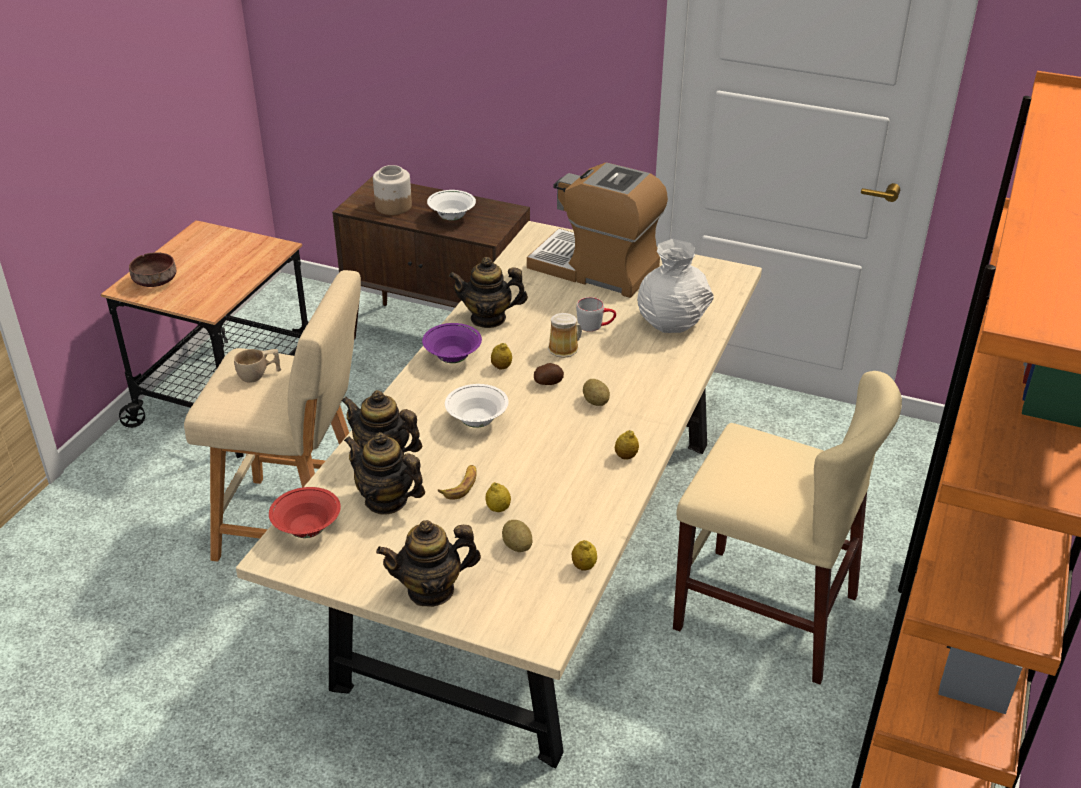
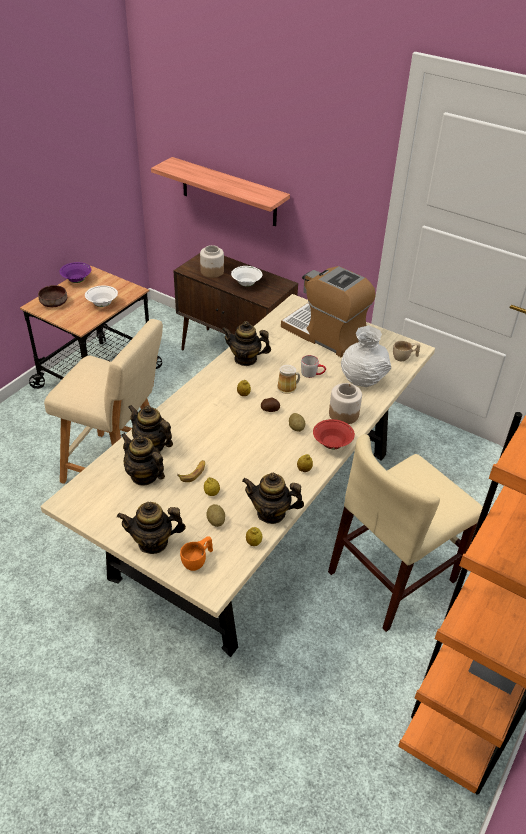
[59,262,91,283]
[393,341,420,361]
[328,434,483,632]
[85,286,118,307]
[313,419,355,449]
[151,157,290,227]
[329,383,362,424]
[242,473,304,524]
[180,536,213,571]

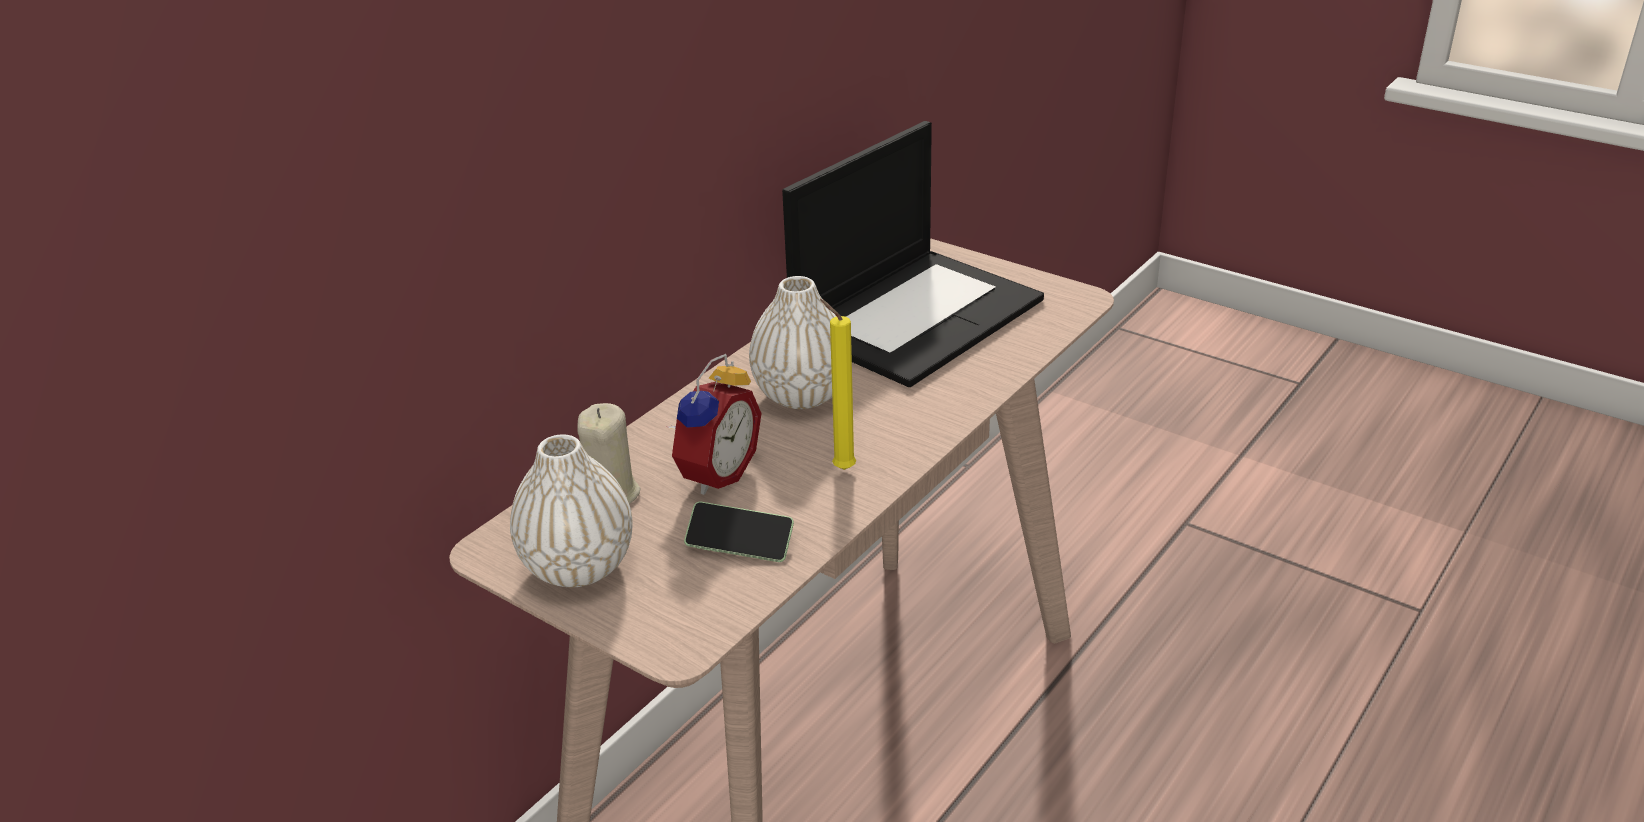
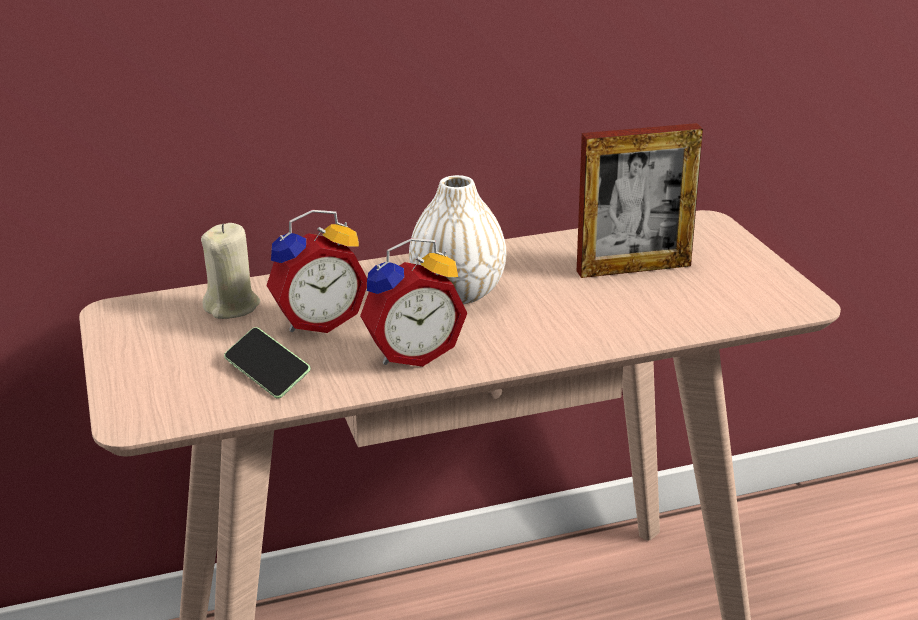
[577,123,703,278]
[360,238,467,367]
[510,434,632,587] (first image)

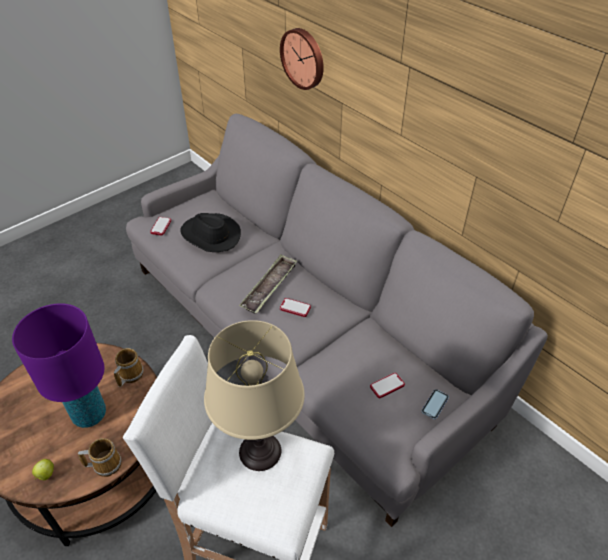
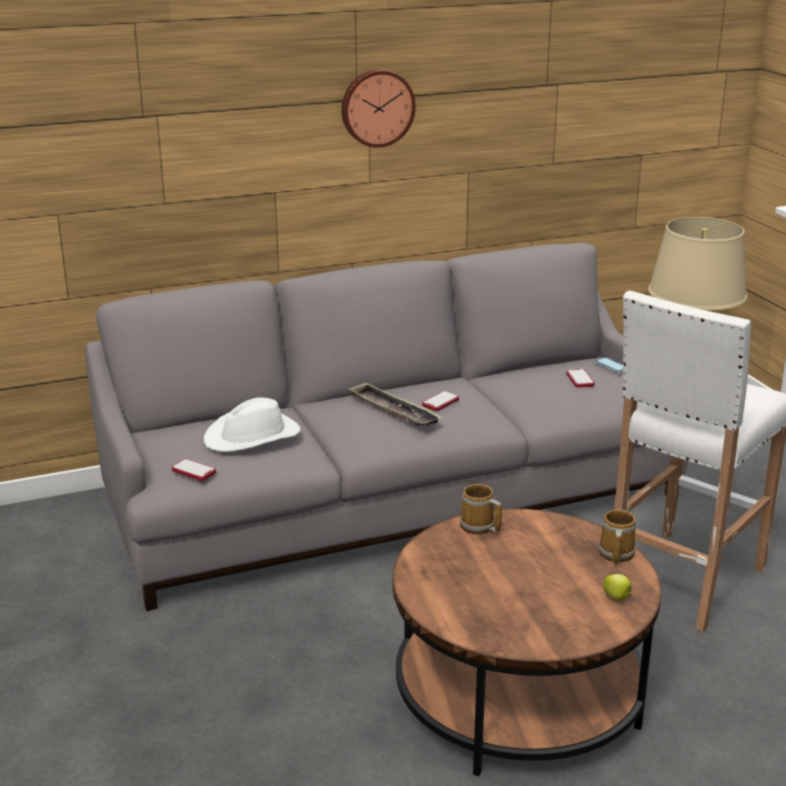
[341,69,416,148]
[204,398,301,452]
[12,303,106,428] (first image)

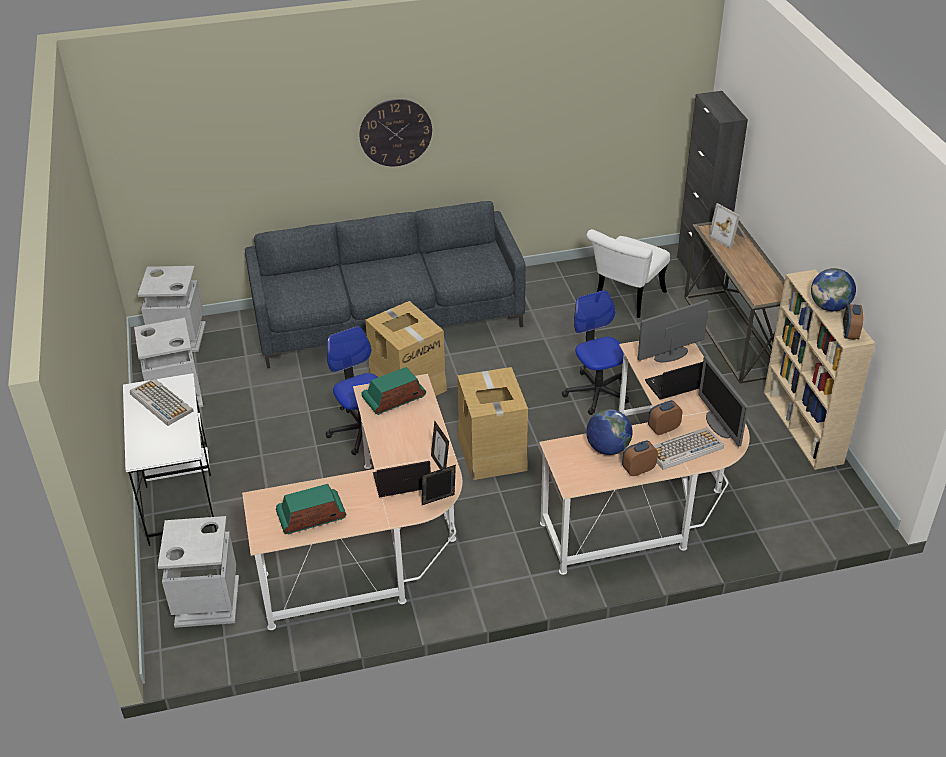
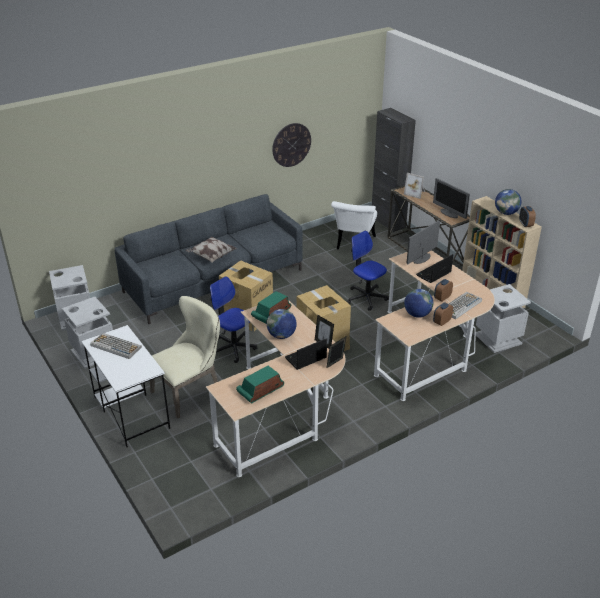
[272,123,311,167]
[433,178,470,219]
[475,284,531,353]
[186,237,237,263]
[150,296,220,419]
[267,309,297,339]

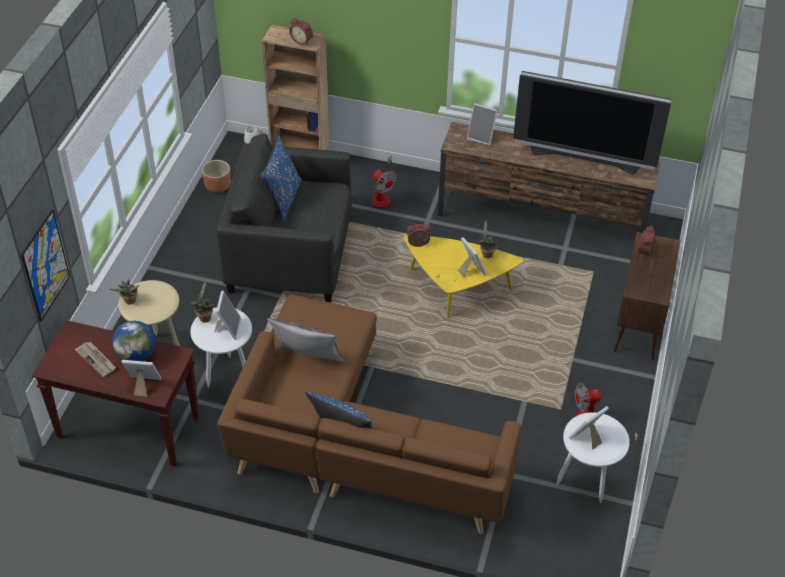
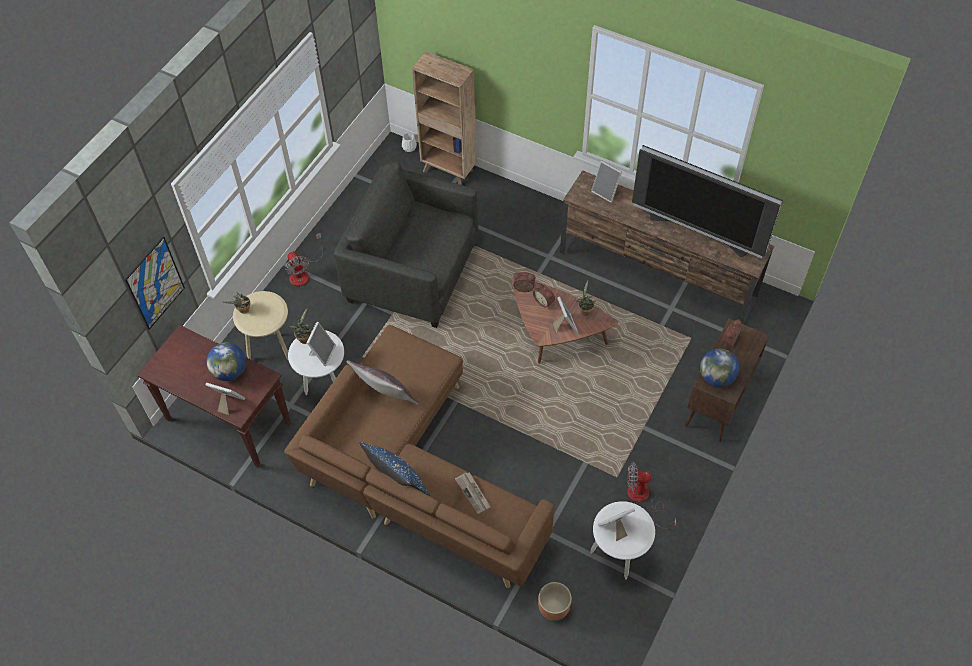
[533,283,555,308]
[260,135,302,221] (first image)
[285,233,323,287]
[538,582,572,621]
[512,278,618,364]
[455,472,491,514]
[700,349,739,387]

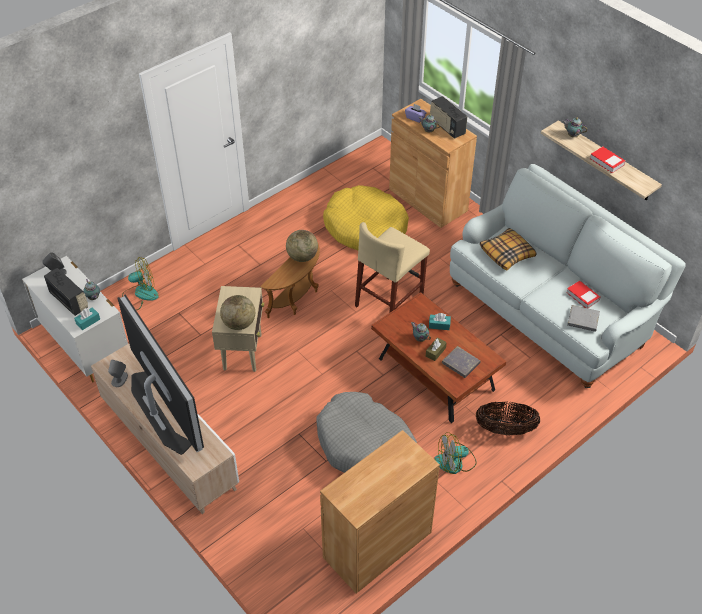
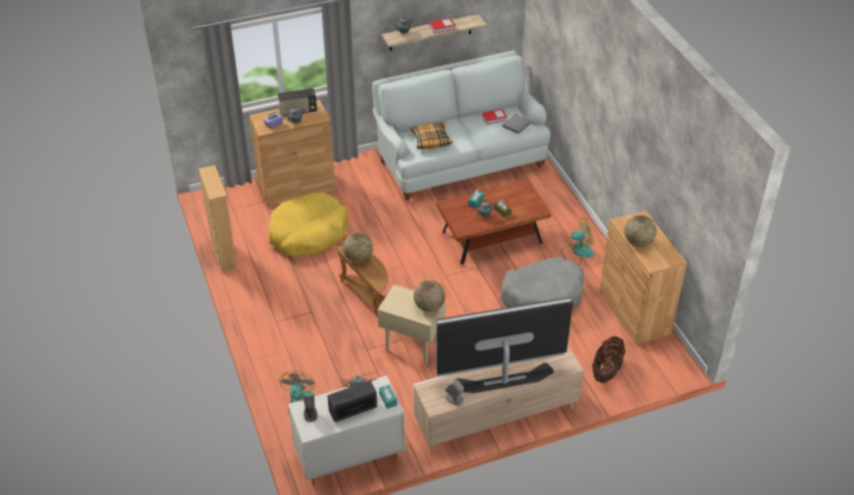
[355,222,430,313] (first image)
[442,346,480,378] (first image)
[592,336,625,383]
[561,218,595,265]
[198,165,239,273]
[624,215,657,247]

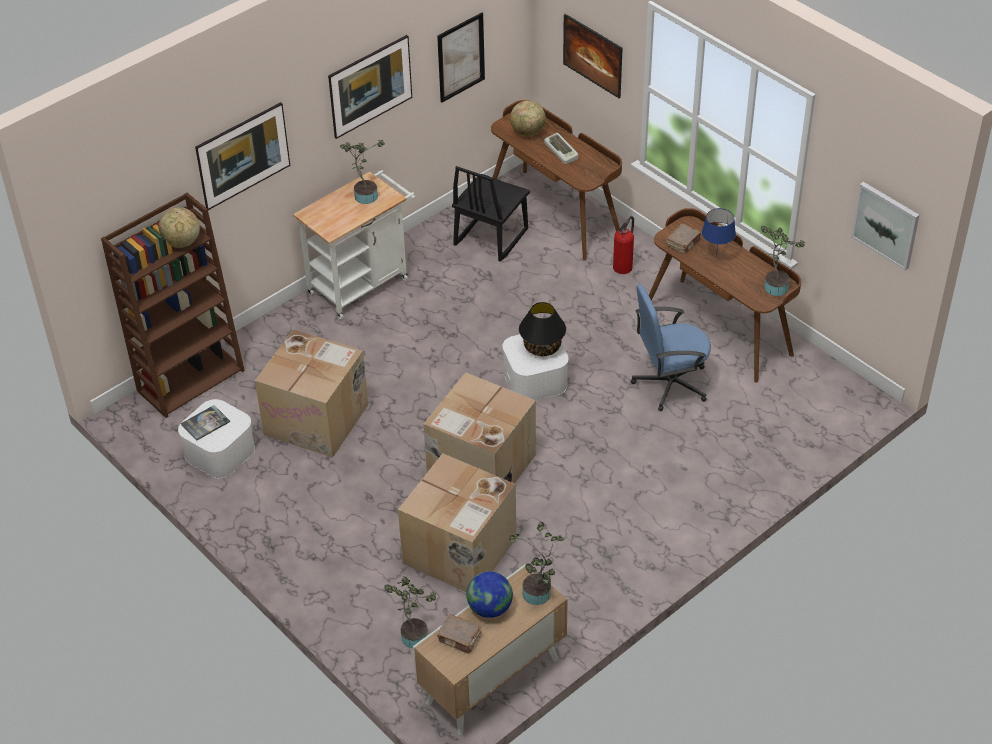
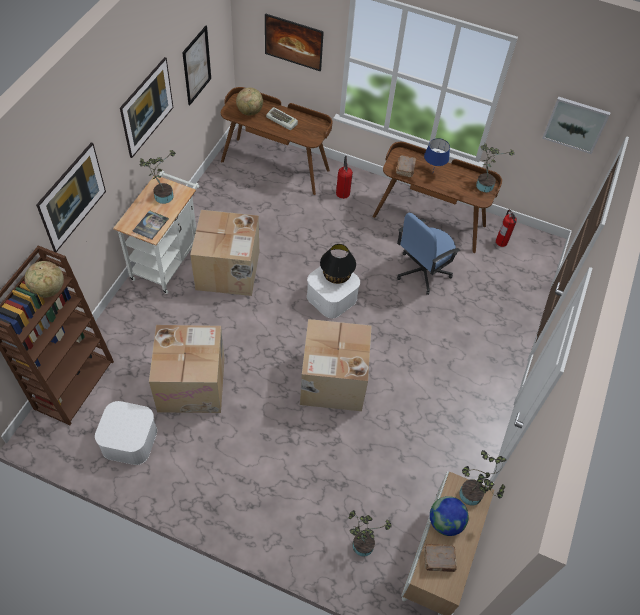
[452,166,530,262] (first image)
[133,210,169,240]
[190,210,259,296]
[496,210,517,247]

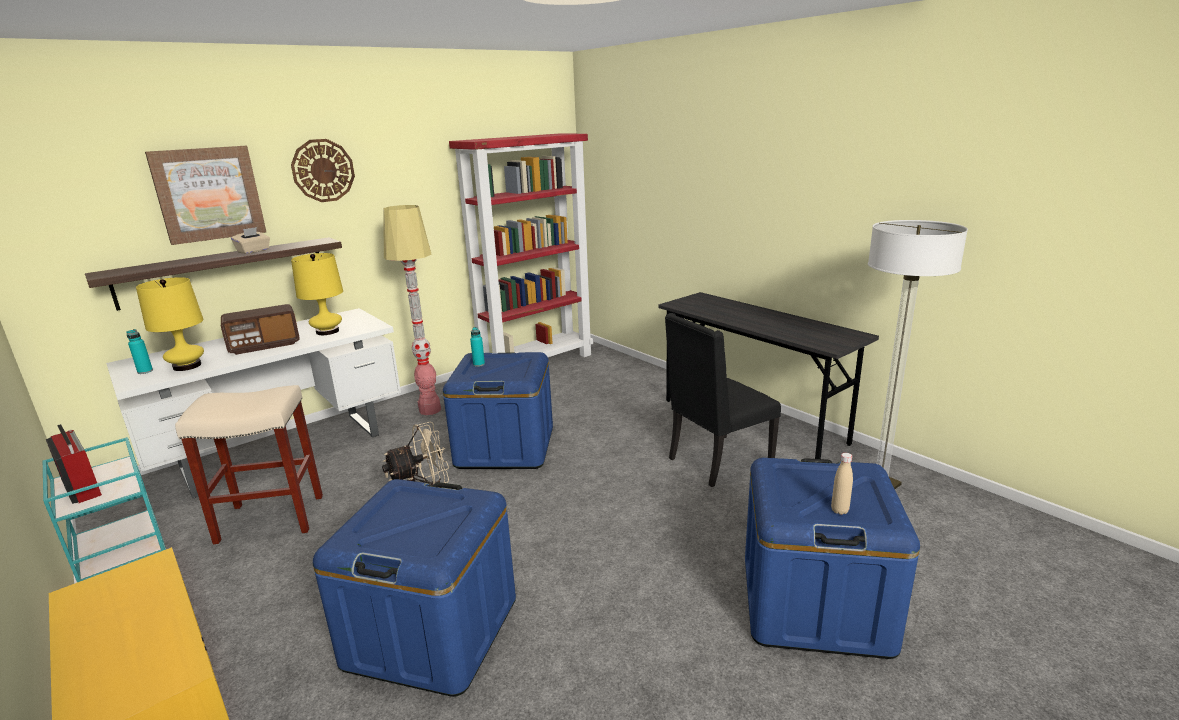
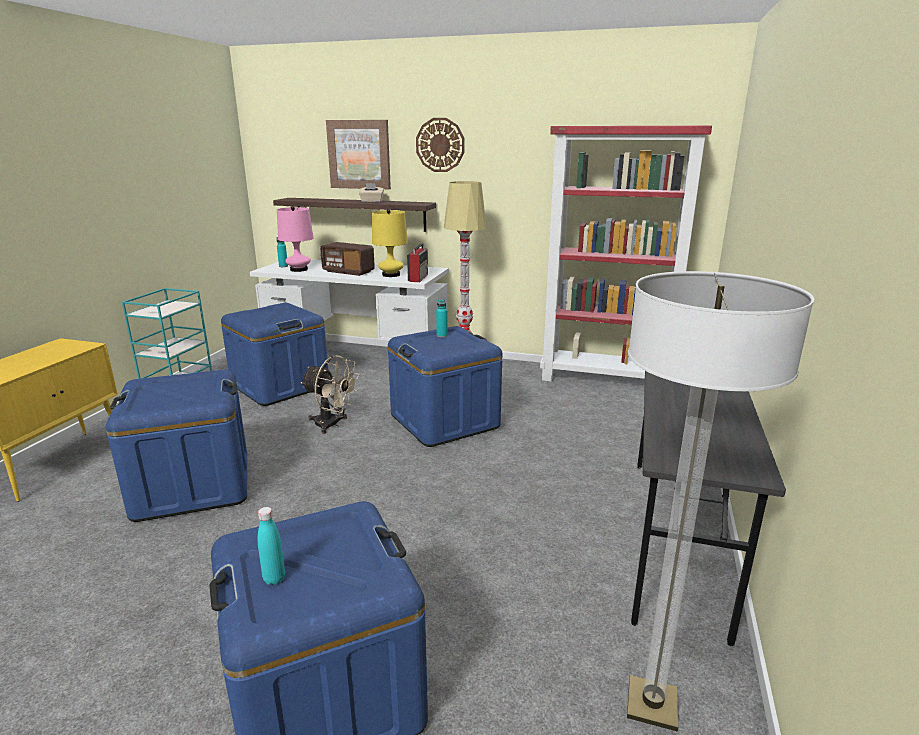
[277,206,313,272]
[665,313,781,487] (first image)
[221,303,328,406]
[407,243,428,282]
[258,507,285,585]

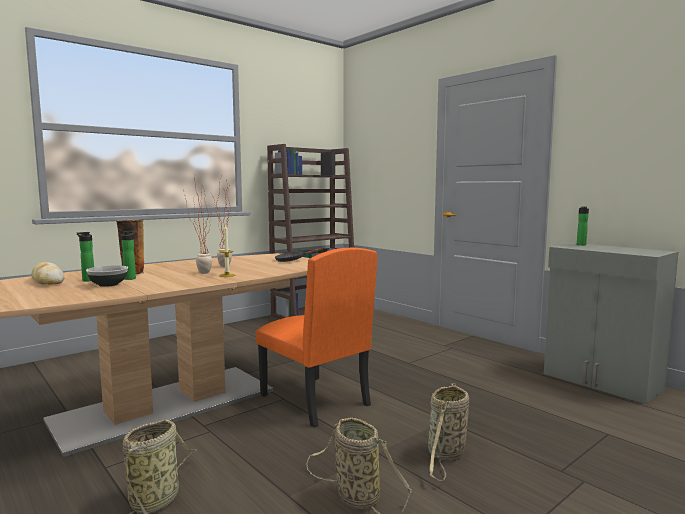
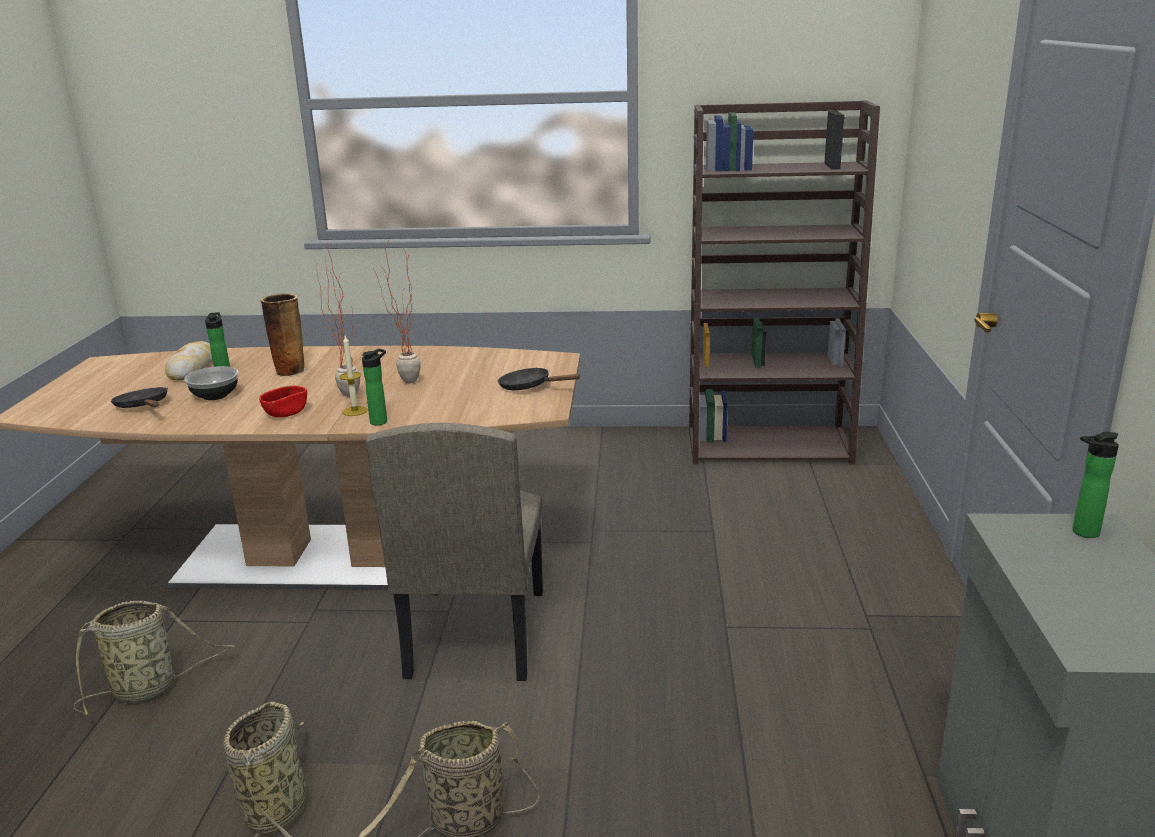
[362,349,387,426]
[366,423,543,681]
[259,385,307,417]
[111,387,168,408]

